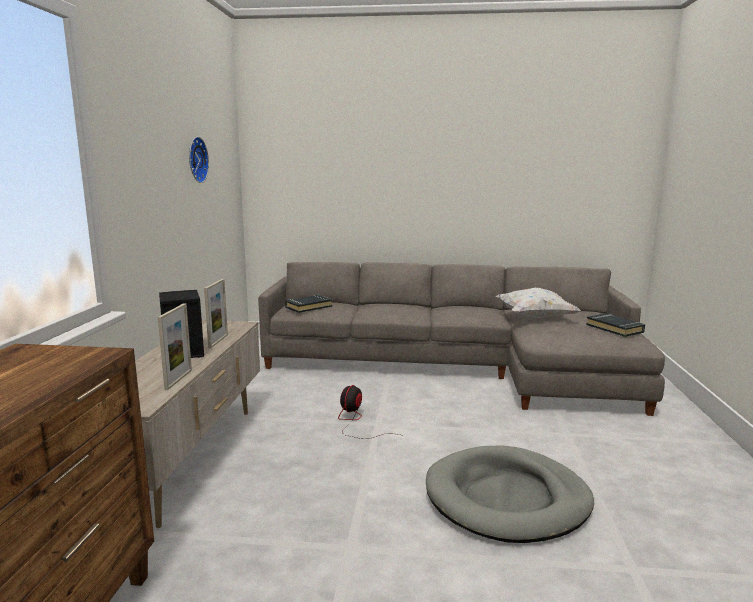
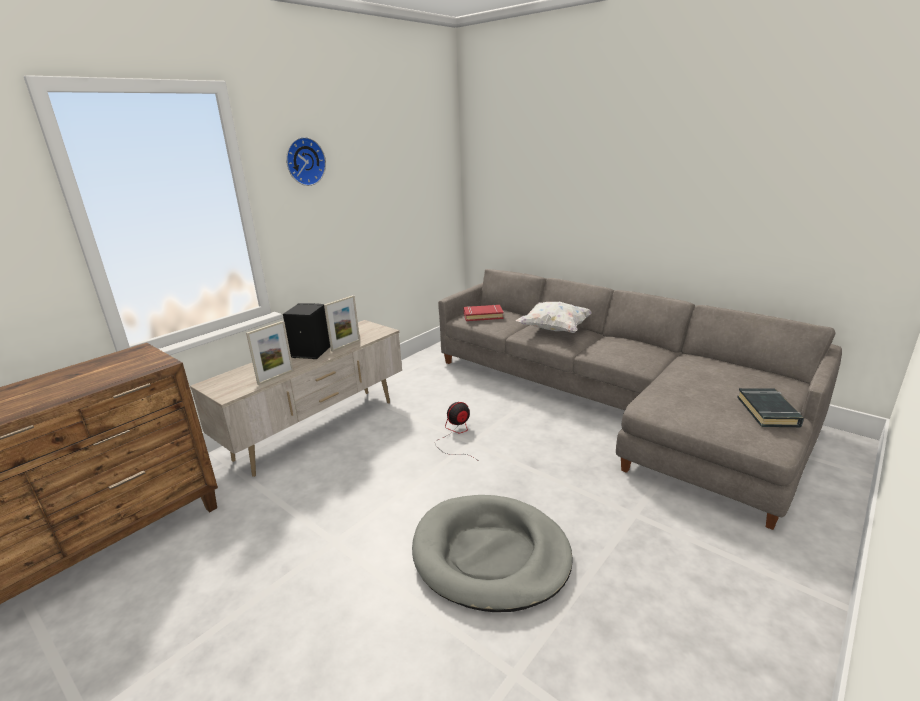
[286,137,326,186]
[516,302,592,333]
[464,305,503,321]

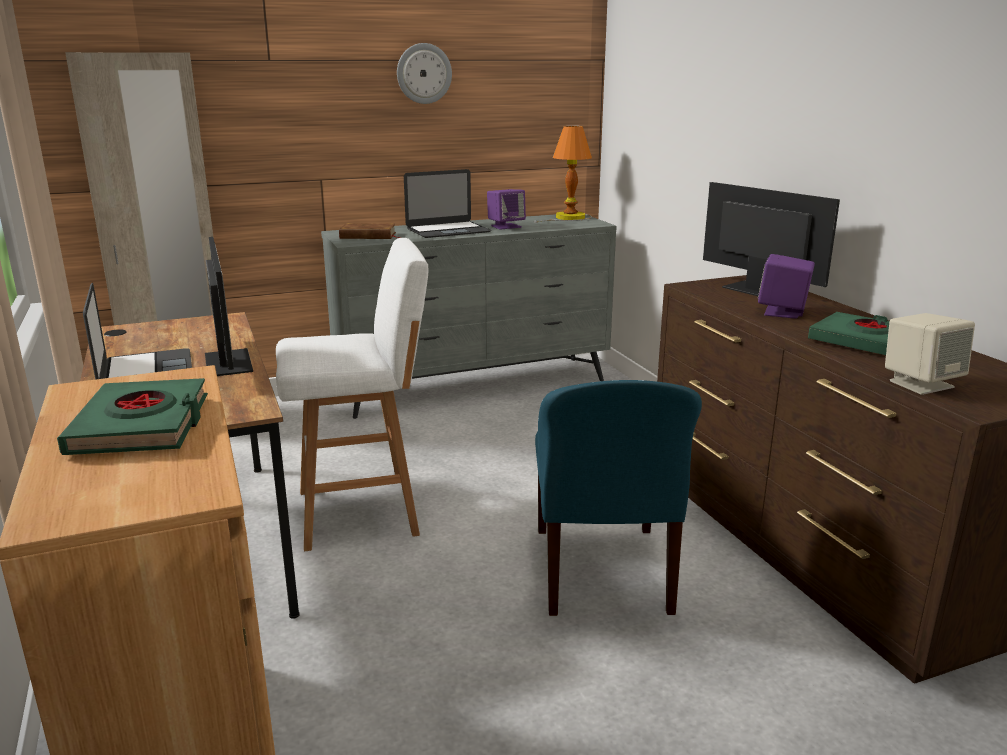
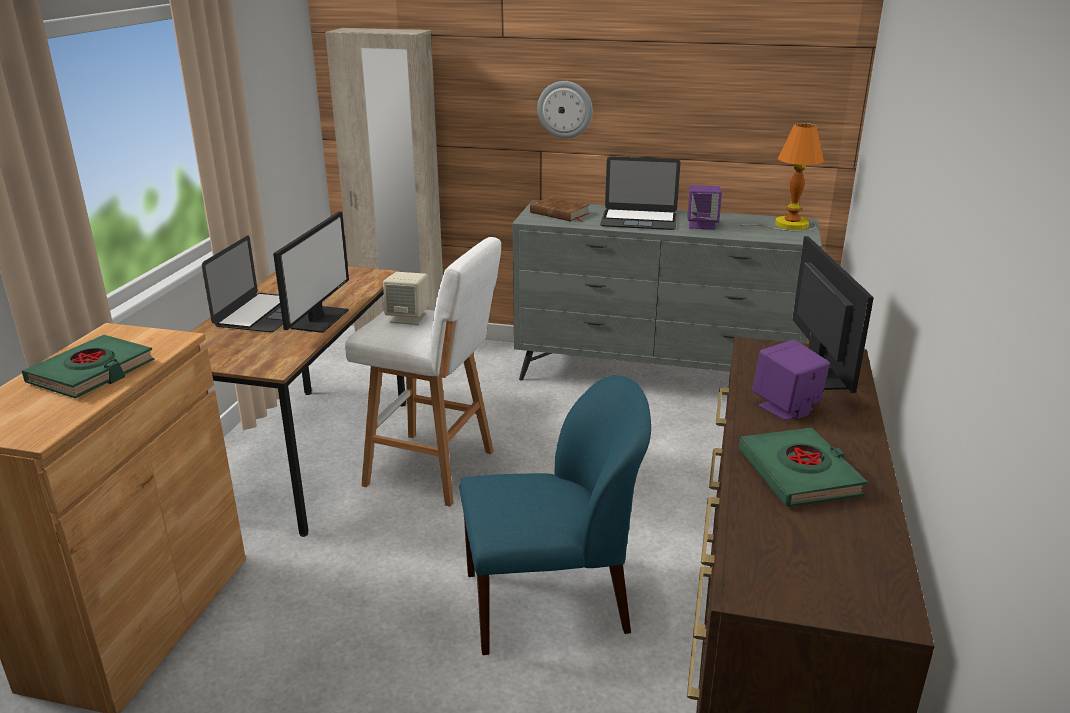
[537,81,593,138]
[383,272,429,325]
[460,376,651,655]

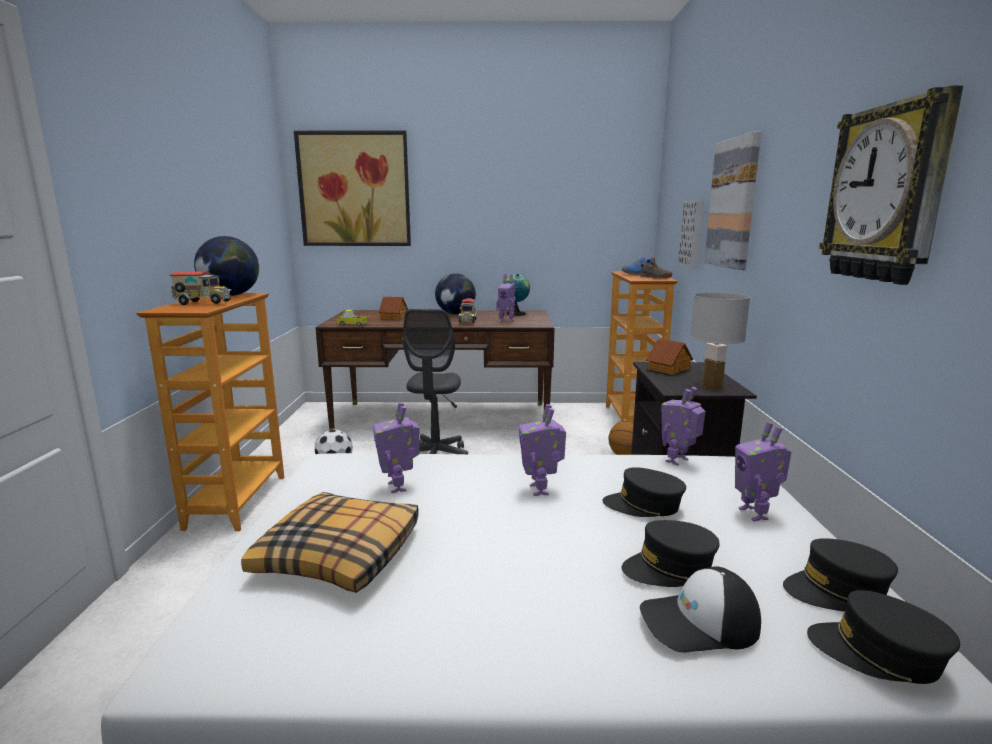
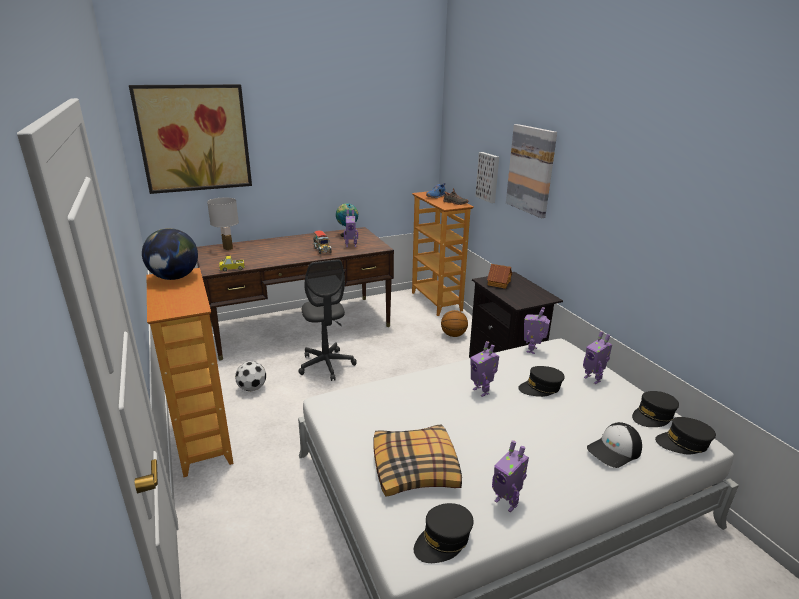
[819,85,963,285] (first image)
[170,271,232,305] (first image)
[435,273,476,314] (first image)
[207,198,239,251]
[379,297,408,320] (first image)
[492,440,529,512]
[414,503,473,563]

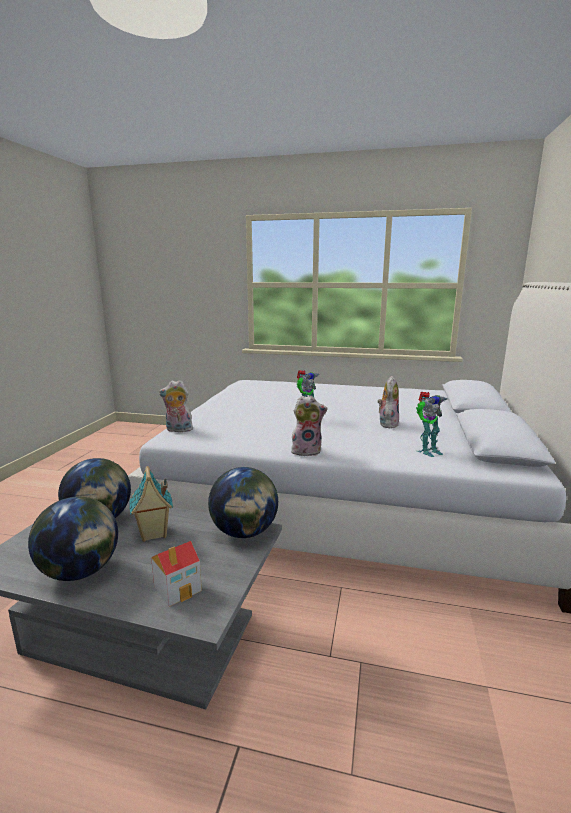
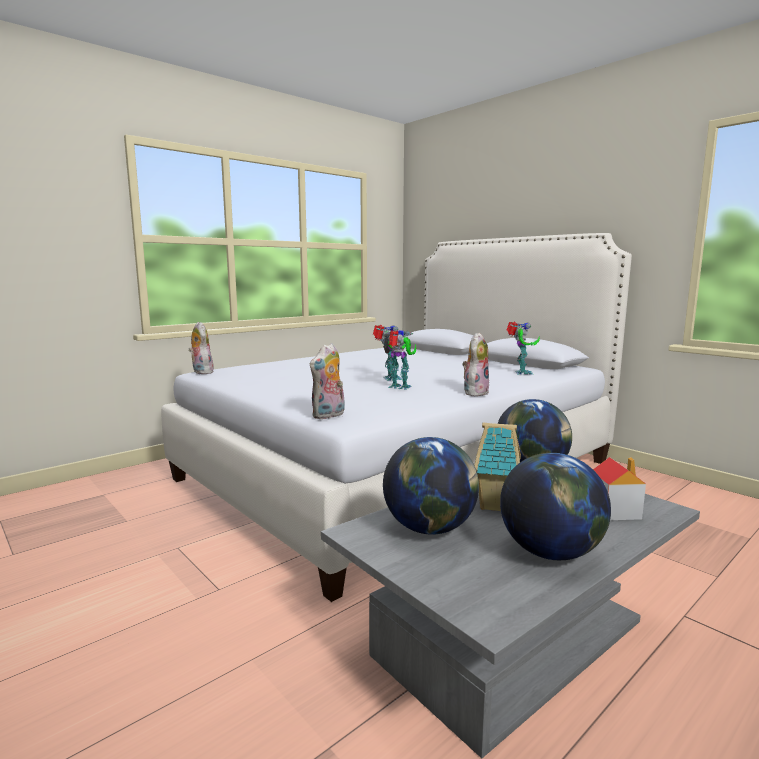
[188,322,214,374]
[383,330,417,390]

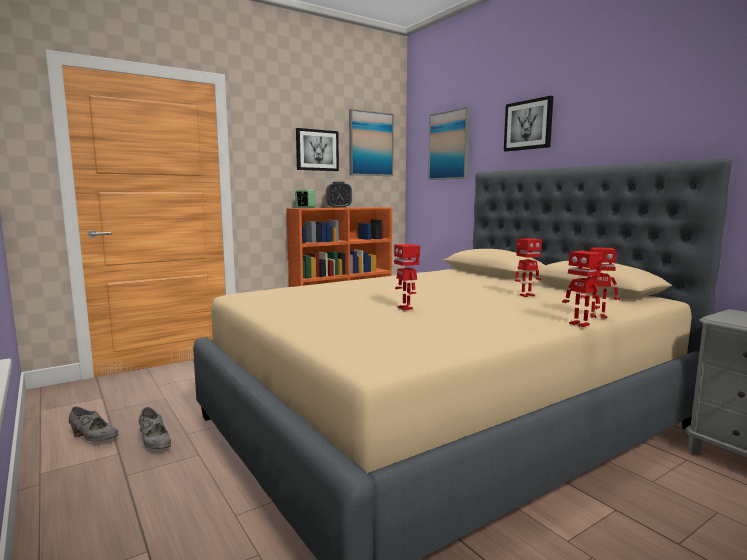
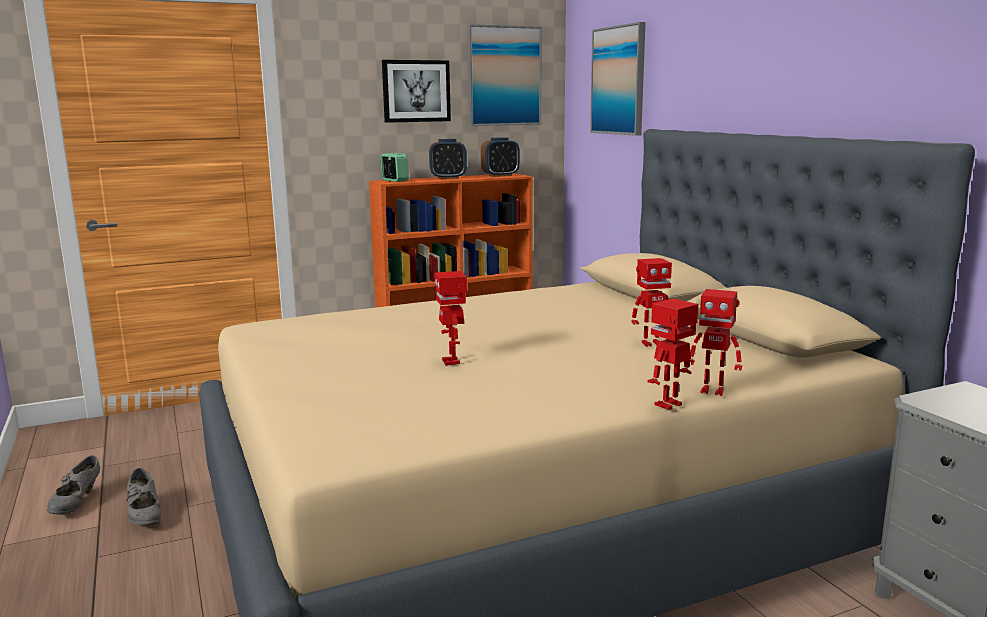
[504,96,553,151] (first image)
[647,298,699,410]
[47,455,100,514]
[481,137,520,177]

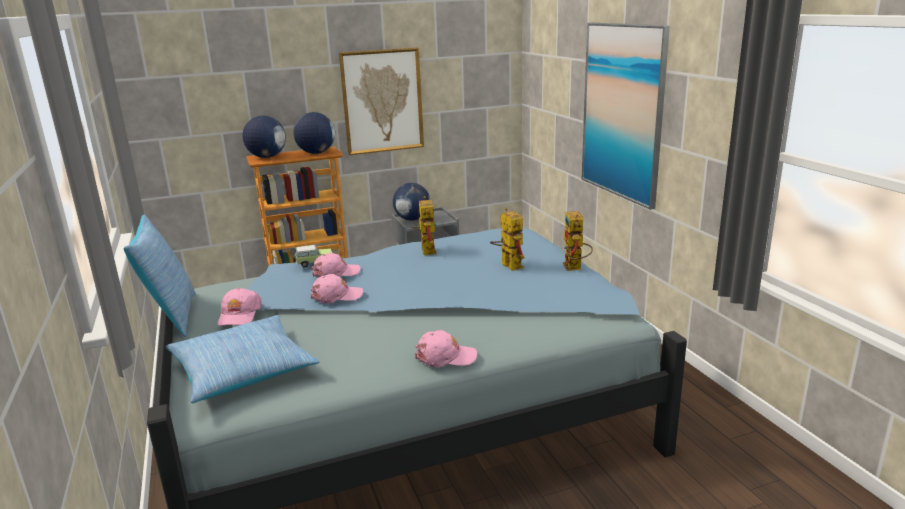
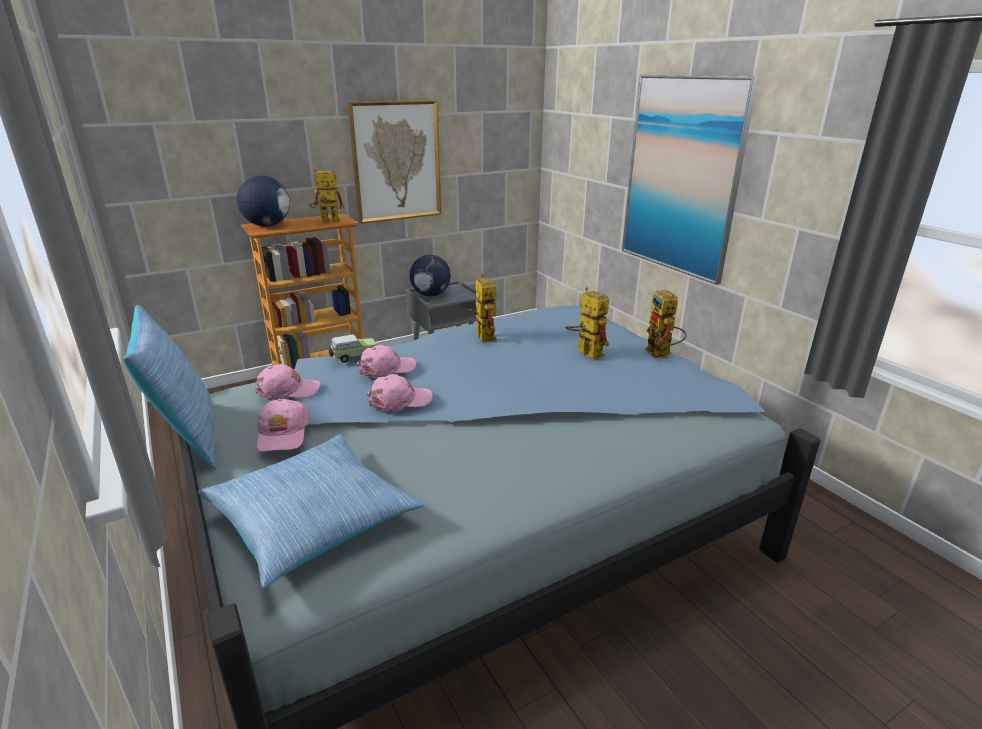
[309,169,345,222]
[255,364,320,401]

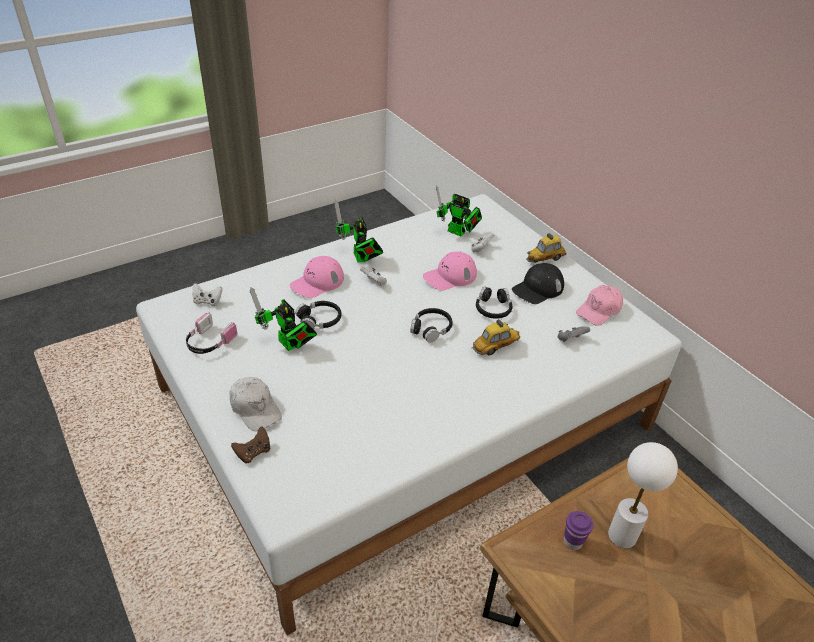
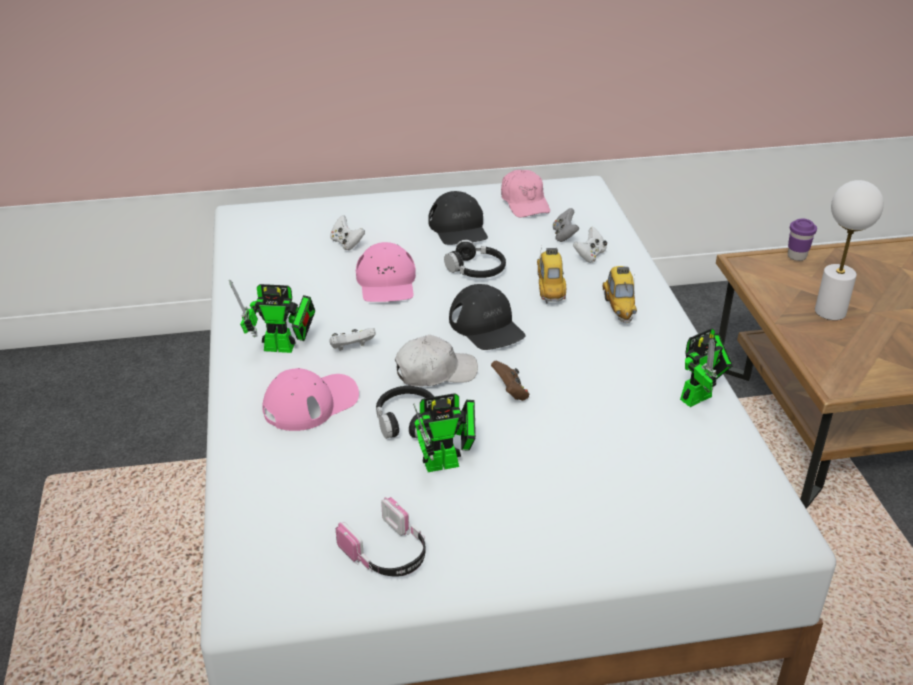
[680,329,733,407]
[602,266,637,323]
[262,368,359,431]
[573,226,607,263]
[449,284,526,350]
[395,335,478,386]
[491,361,529,401]
[788,219,817,261]

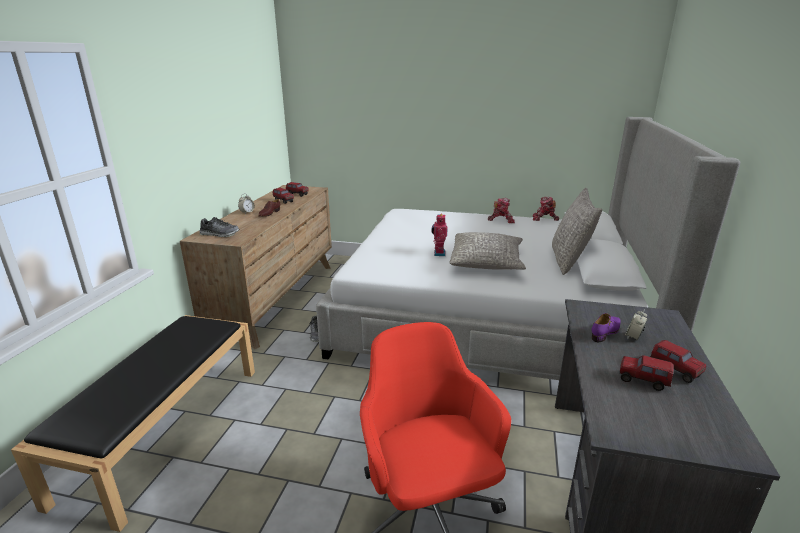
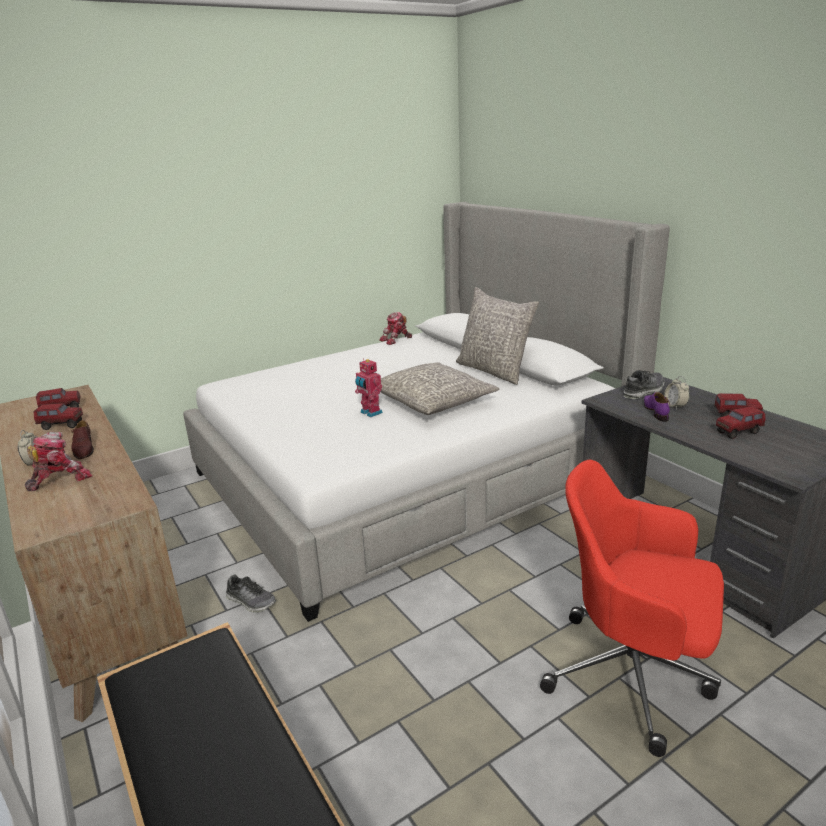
[25,432,92,491]
[623,370,665,399]

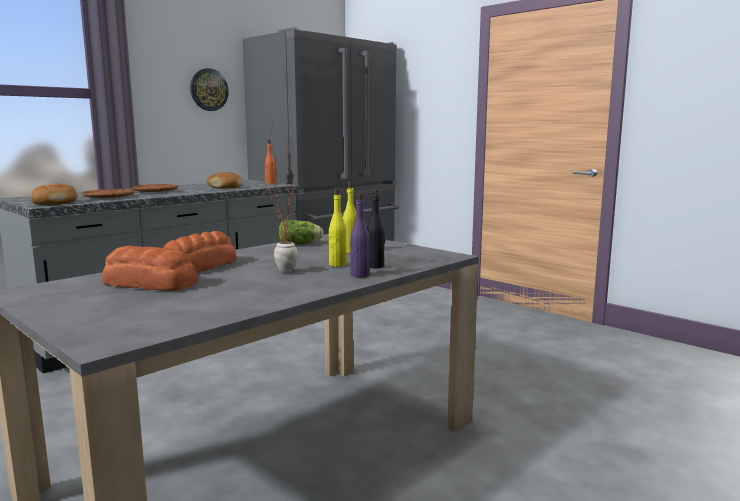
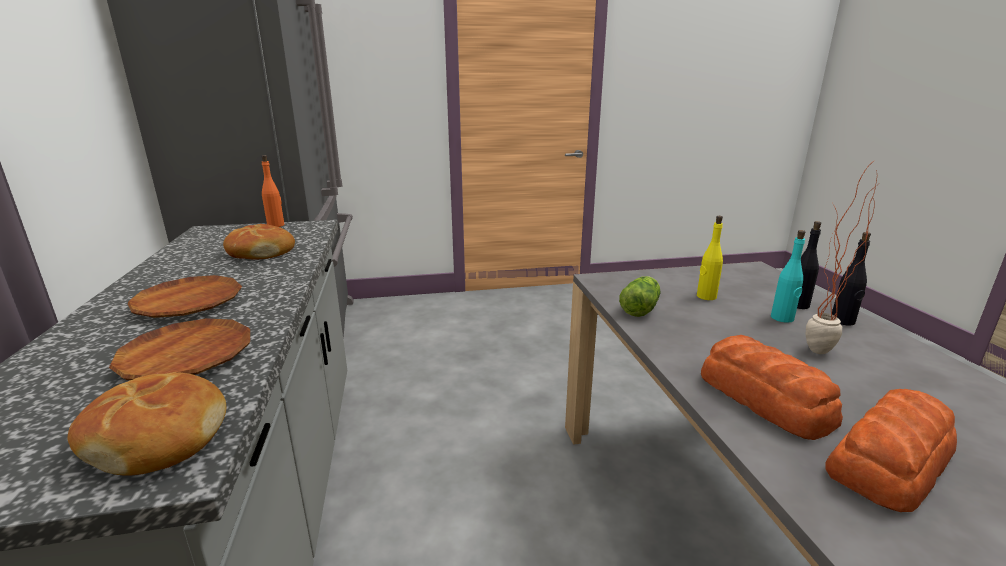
[190,68,229,111] (first image)
[771,230,805,323]
[832,232,871,325]

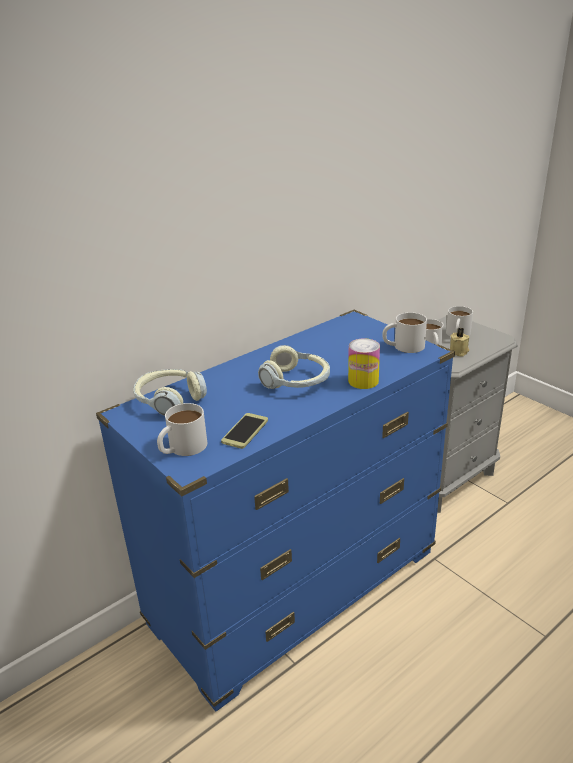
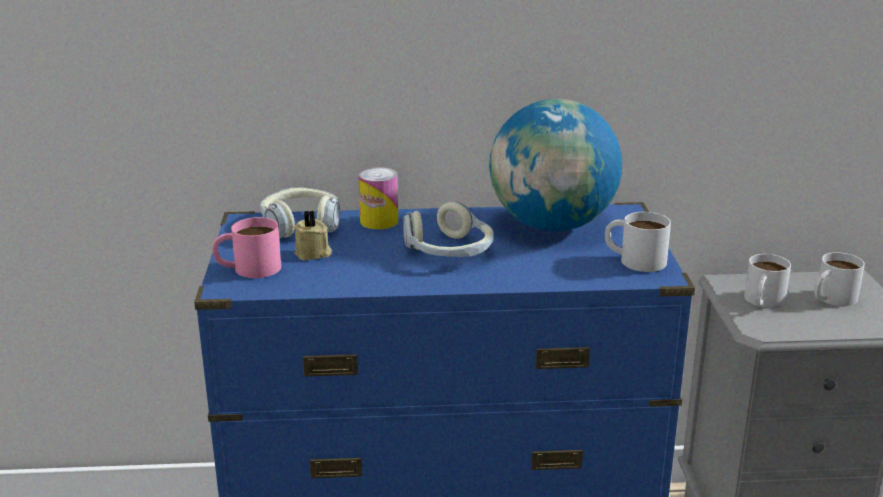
[294,210,332,261]
[358,167,398,230]
[212,217,281,278]
[221,413,268,449] (first image)
[489,99,622,232]

